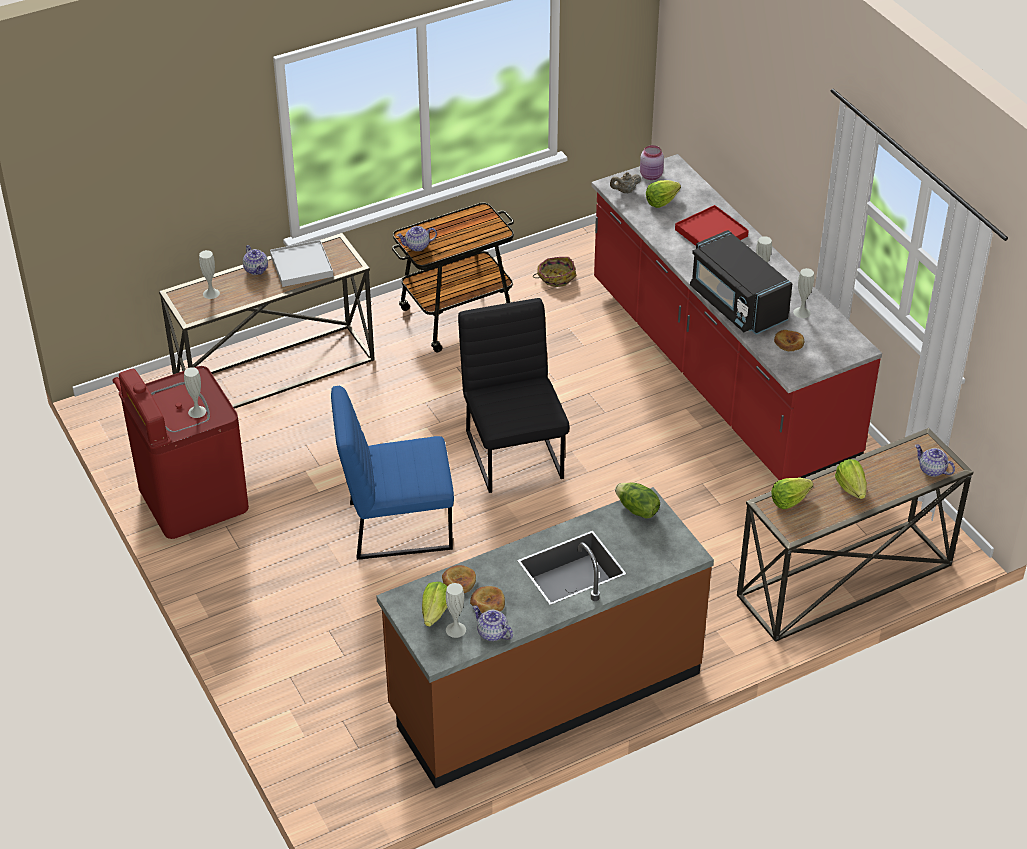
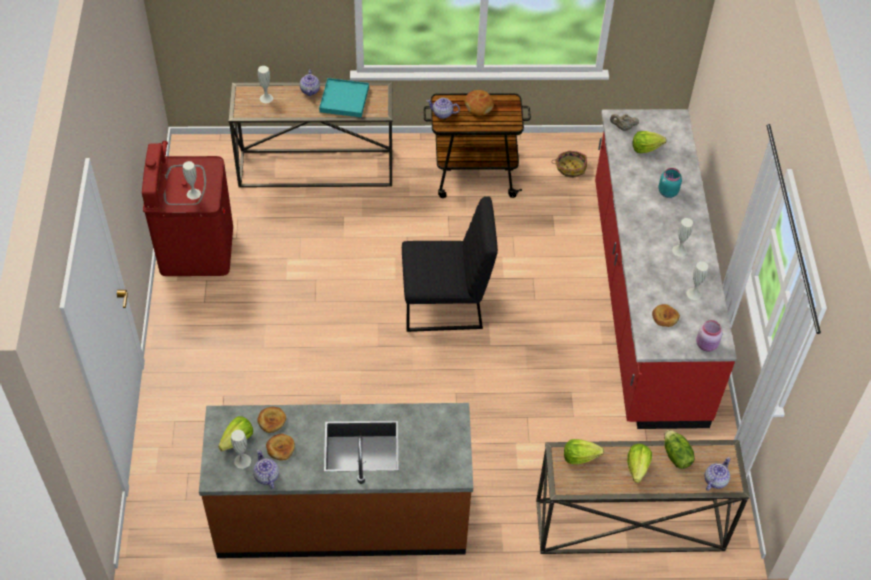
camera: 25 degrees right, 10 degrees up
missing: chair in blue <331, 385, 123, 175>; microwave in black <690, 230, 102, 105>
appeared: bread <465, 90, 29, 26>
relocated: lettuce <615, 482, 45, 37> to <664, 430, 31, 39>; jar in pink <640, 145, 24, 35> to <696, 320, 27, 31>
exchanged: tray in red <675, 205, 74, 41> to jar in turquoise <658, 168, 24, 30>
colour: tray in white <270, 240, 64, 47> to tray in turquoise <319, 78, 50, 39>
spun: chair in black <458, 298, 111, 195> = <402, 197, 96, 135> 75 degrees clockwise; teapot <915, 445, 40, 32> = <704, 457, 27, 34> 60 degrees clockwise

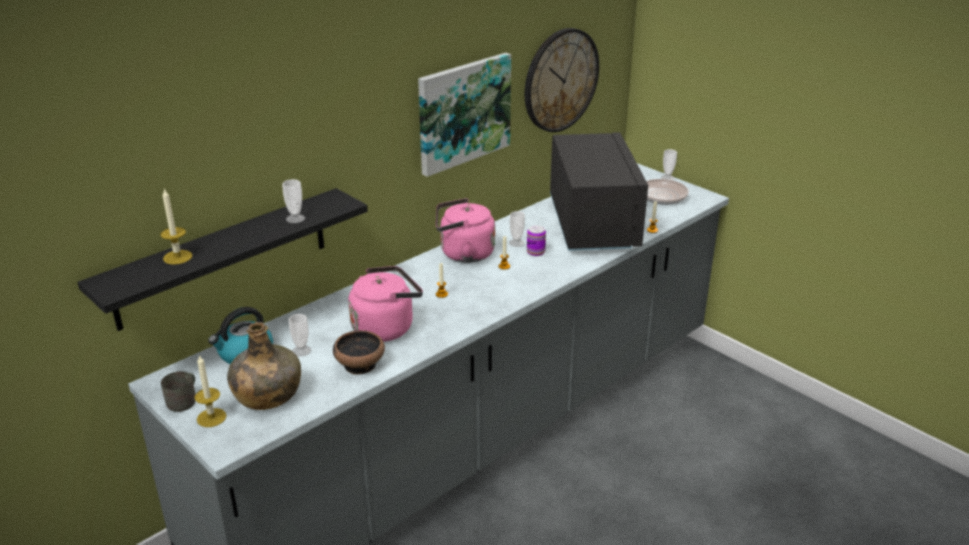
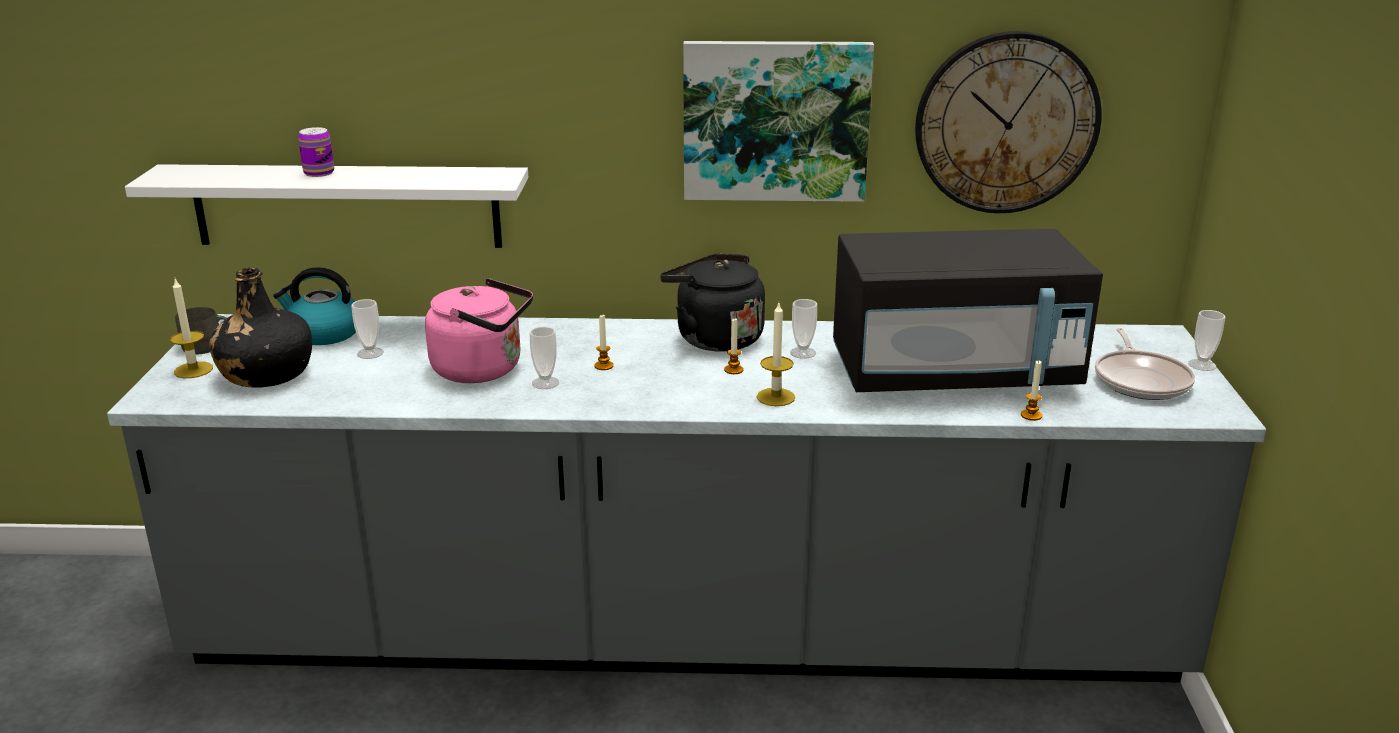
camera: 45 degrees right, 5 degrees down
missing: bowl <333, 330, 52, 45>
relocated: candle <160, 188, 33, 77> to <757, 303, 38, 103>; cup <282, 179, 23, 44> to <530, 326, 29, 63>; can <527, 225, 19, 31> to <298, 127, 36, 50>
colour: shelf in black <77, 188, 291, 143> to shelf in white <125, 164, 403, 84>; bottle in green <227, 322, 74, 88> to bottle in black <209, 268, 103, 120>; kettle in pink <436, 198, 59, 65> to kettle in black <660, 254, 105, 98>
spun: microwave in black <550, 132, 98, 119> = <833, 229, 270, 163> 45 degrees clockwise

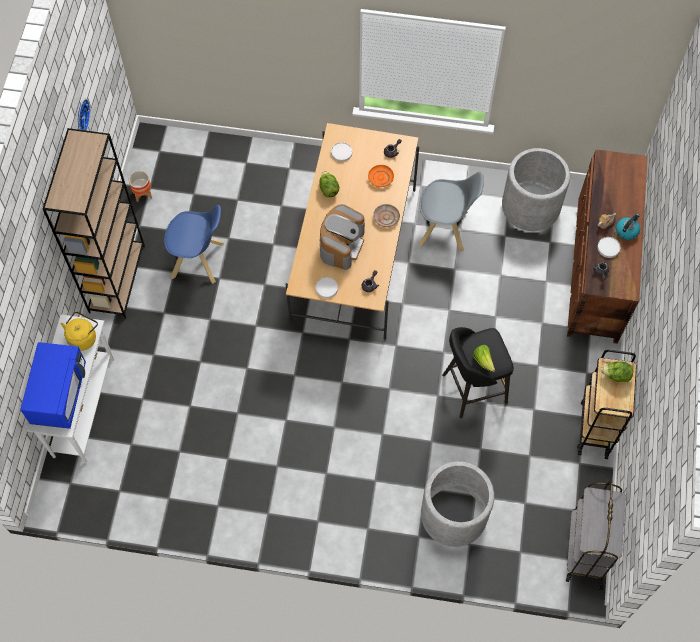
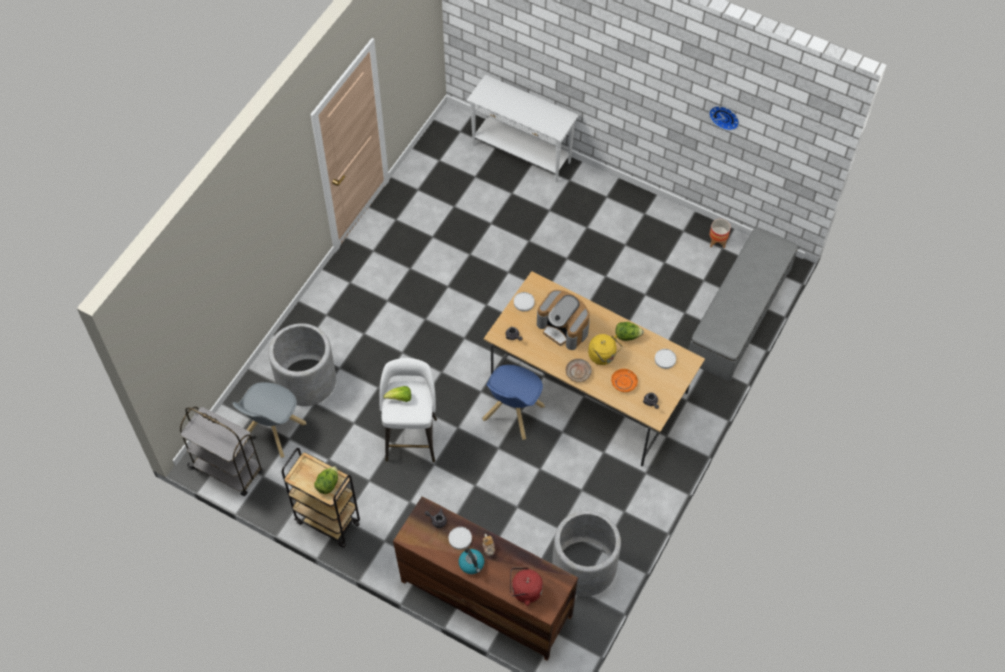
camera: 110 degrees right, 5 degrees down
missing: microwave in blue <20, 342, 66, 87>; bookcase in beige <43, 128, 102, 191>
appeared: kettle in red <510, 568, 33, 38>; bench in grey <689, 227, 109, 155>
relocated: kettle in yellow <61, 312, 37, 39> to <588, 334, 34, 31>; chair in blue <164, 205, 60, 79> to <482, 365, 63, 75>; chair in grey <419, 172, 65, 80> to <232, 382, 75, 76>
colour: stool in black <442, 327, 72, 91> to stool in white <379, 358, 58, 105>

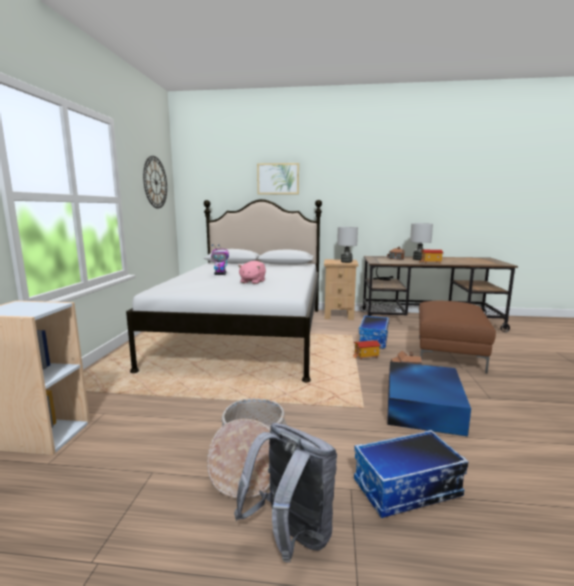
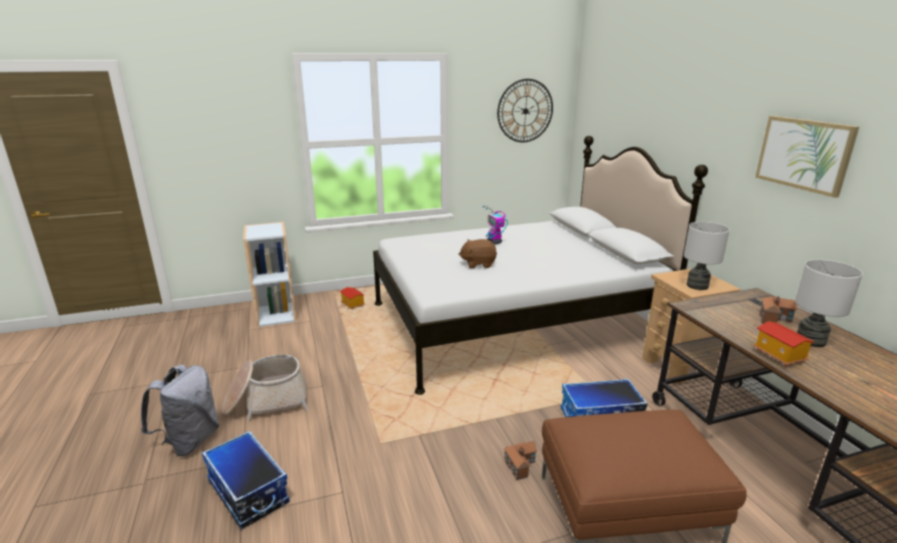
camera: 65 degrees right, 10 degrees up
missing: storage box in blue <387, 361, 84, 76>
relocated: picture <257, 163, 42, 32> to <755, 116, 104, 82>; toy house <353, 340, 28, 20> to <340, 287, 25, 22>
colour: plush toy in pink <238, 261, 28, 23> to plush toy in brown <459, 239, 38, 29>

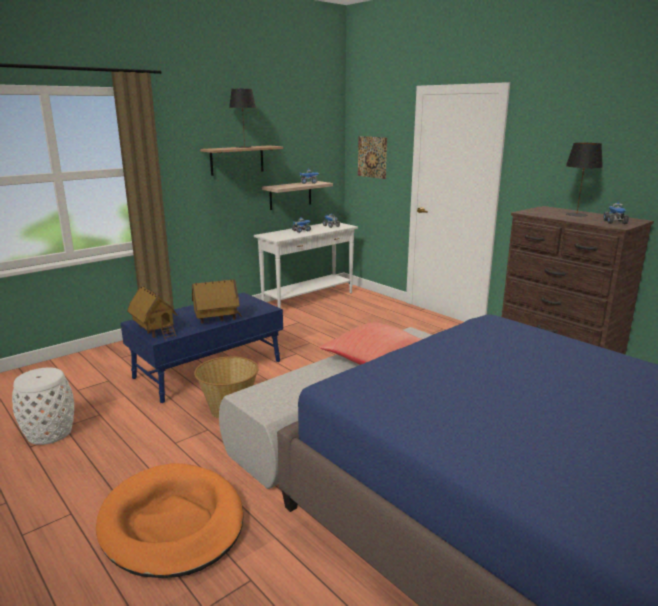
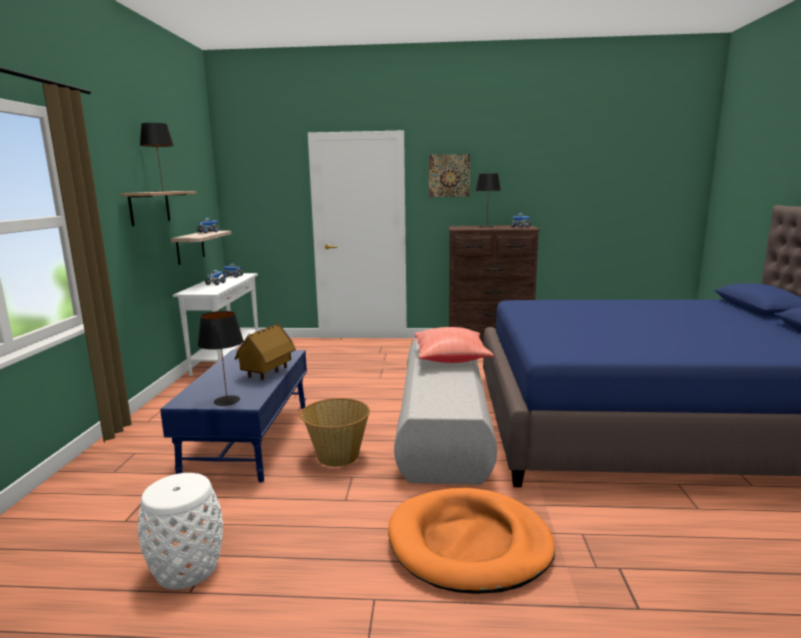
camera: 45 degrees left, 5 degrees down
relocated: picture <358, 136, 29, 43> to <429, 154, 41, 43>
exchanged: toy house <127, 286, 51, 53> to table lamp in black <198, 311, 46, 95>

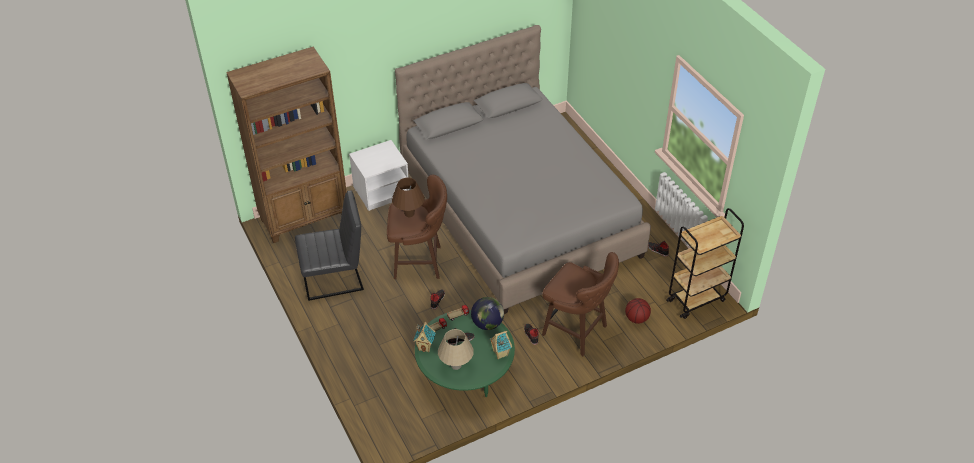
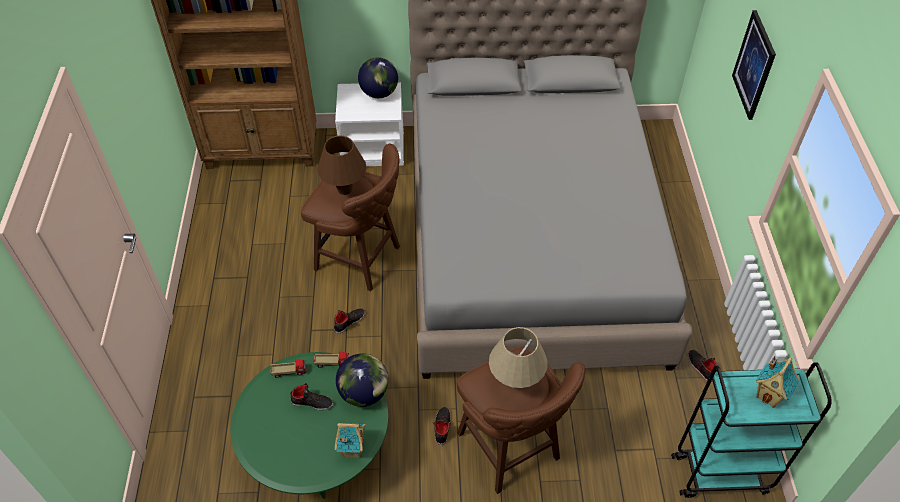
camera: 25 degrees right, 5 degrees up
missing: chair in grey <295, 191, 69, 110>; basketball <625, 298, 26, 26>
appeared: globe <358, 57, 40, 41>; picture <732, 10, 44, 110>
relocated: toy house <413, 322, 23, 30> to <756, 356, 43, 52>; table lamp in beige <438, 329, 36, 41> to <489, 327, 58, 62>
colour: cart in brown <666, 208, 78, 111> to cart in turquoise <671, 362, 161, 136>

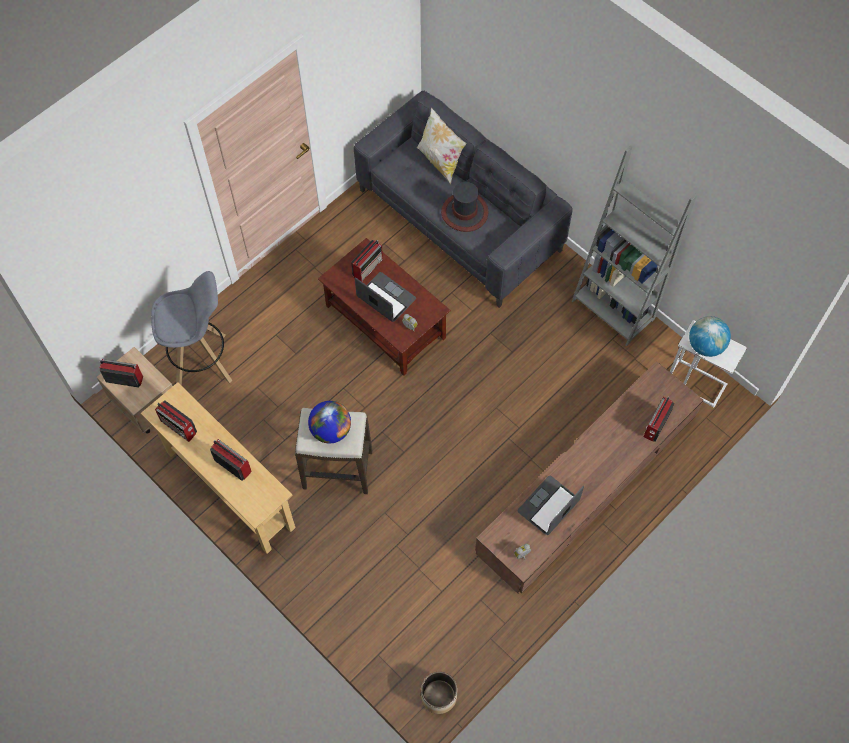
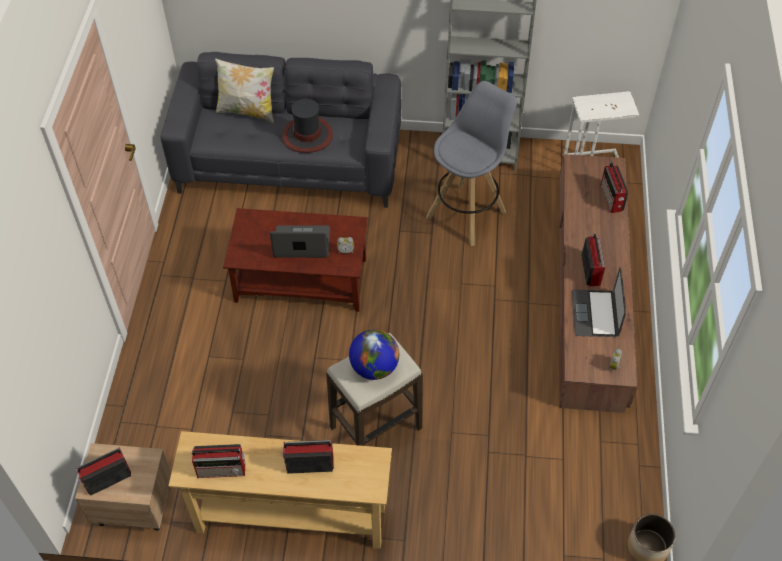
camera: 40 degrees left, 10 degrees down
missing: globe <689, 316, 42, 41>
relocated: stool in grey <151, 271, 81, 115> to <426, 81, 92, 165>; radio <351, 240, 32, 42> to <581, 233, 24, 53>

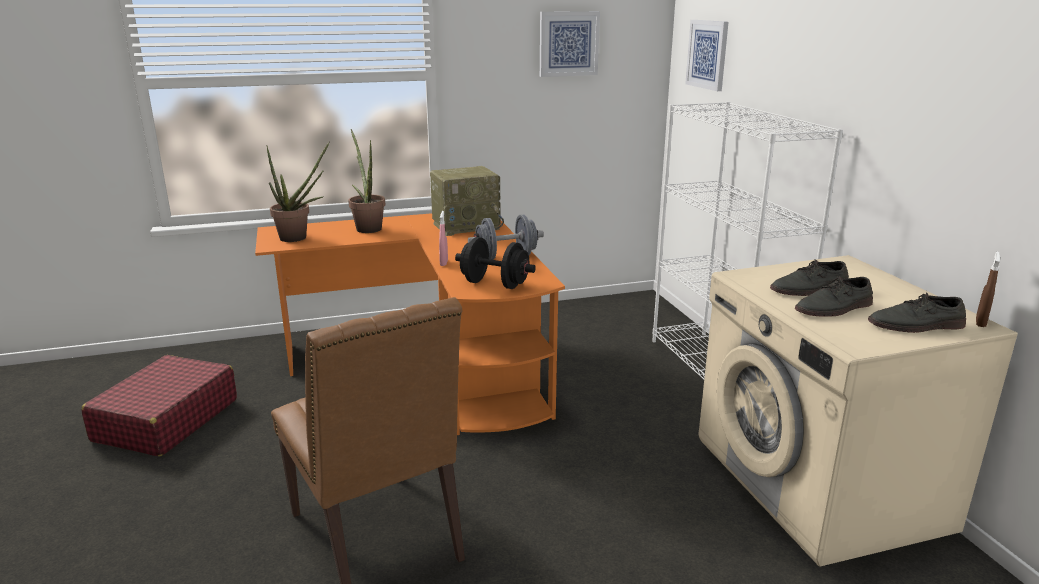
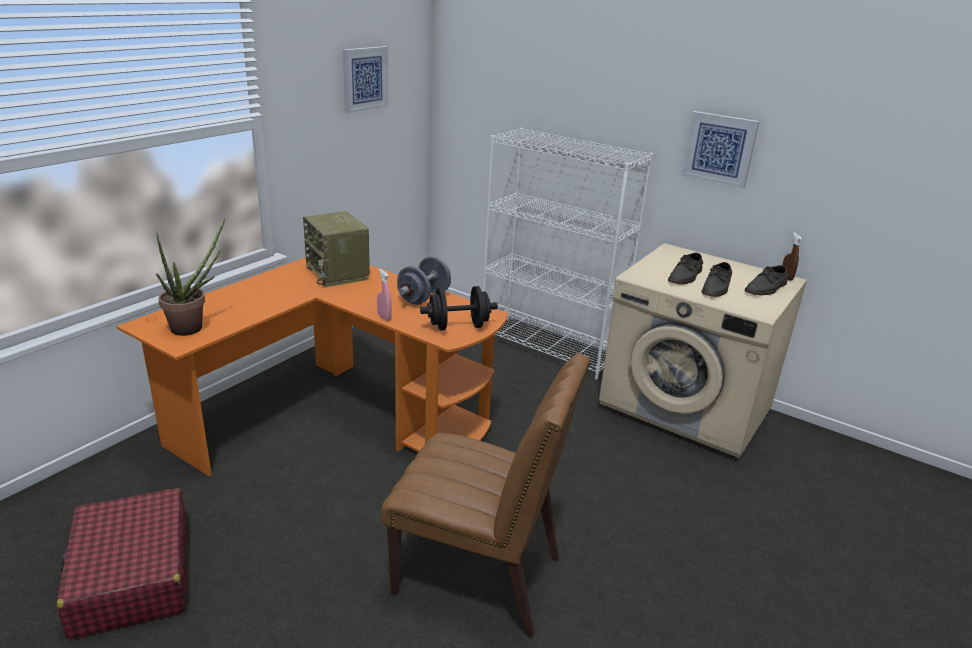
camera: 40 degrees left, 5 degrees up
missing: potted plant <348, 129, 38, 104>
relocated: picture <685, 20, 44, 71> to <681, 111, 79, 77>
spun: radio <430, 166, 74, 70> = <303, 211, 67, 76> 120 degrees clockwise

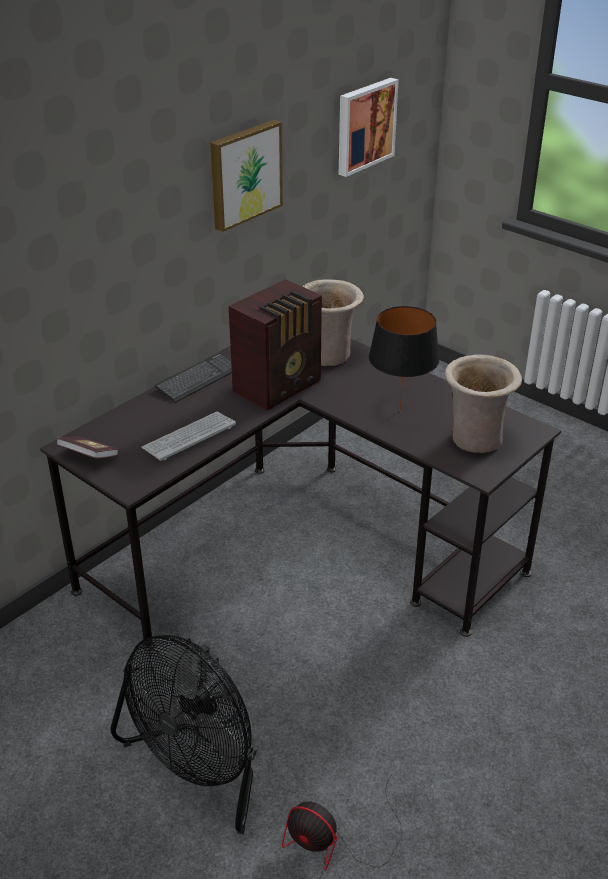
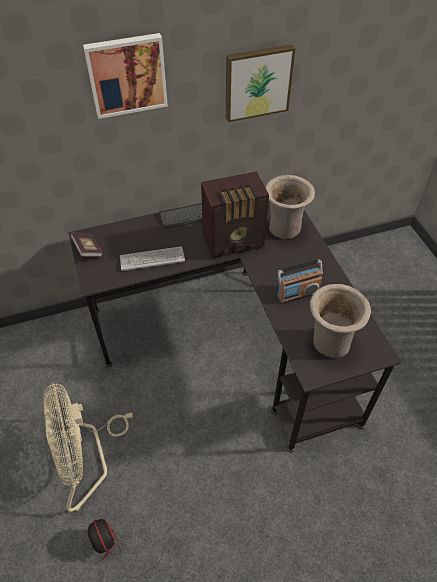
camera: 30 degrees right, 15 degrees up
relocated: picture <339, 78, 60, 99> to <83, 33, 85, 86>
exchanged: table lamp in black <369, 306, 70, 105> to radio <277, 259, 46, 45>
colour: fan in black <110, 635, 147, 199> to fan in beige <43, 383, 92, 129>

